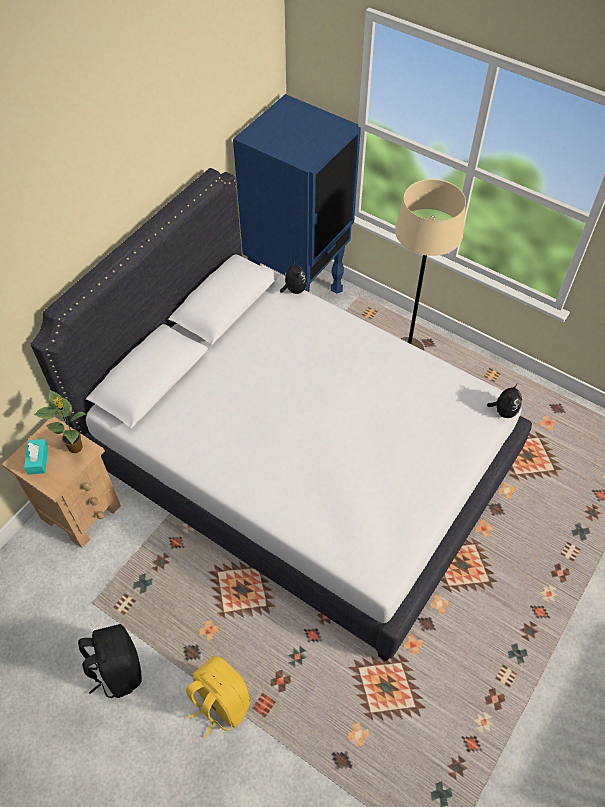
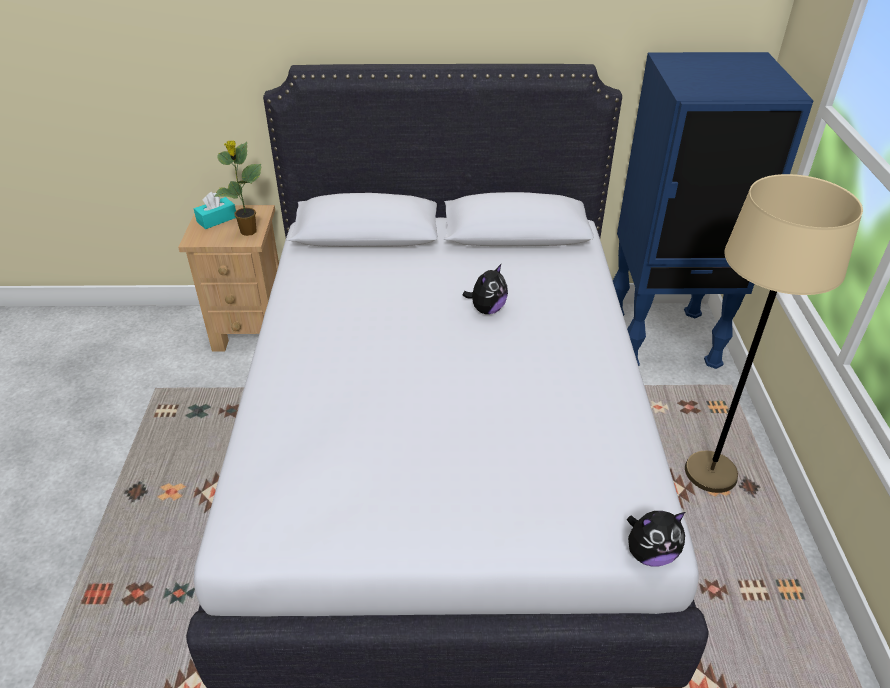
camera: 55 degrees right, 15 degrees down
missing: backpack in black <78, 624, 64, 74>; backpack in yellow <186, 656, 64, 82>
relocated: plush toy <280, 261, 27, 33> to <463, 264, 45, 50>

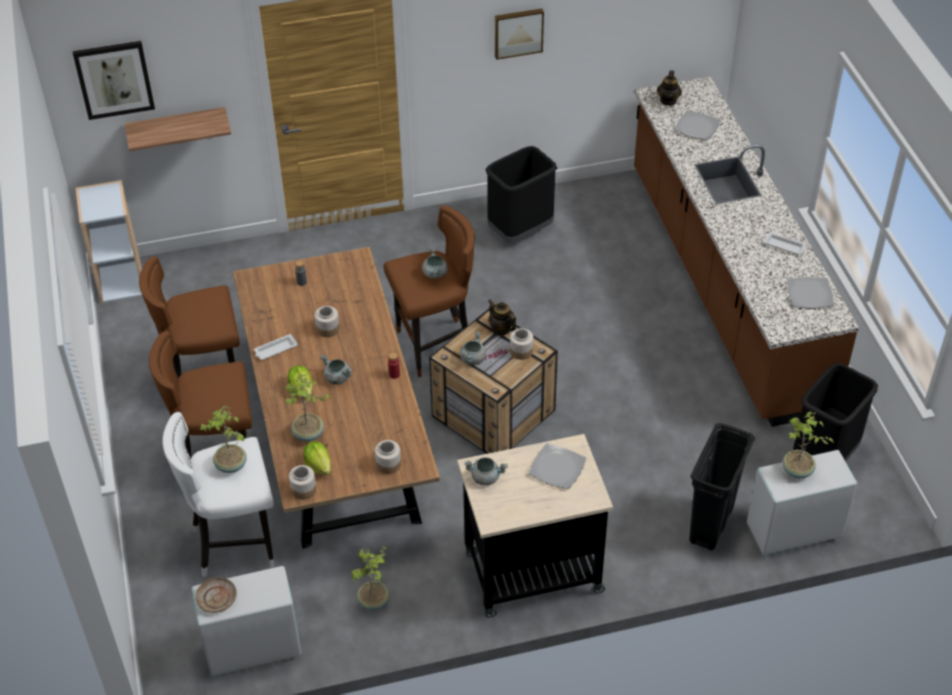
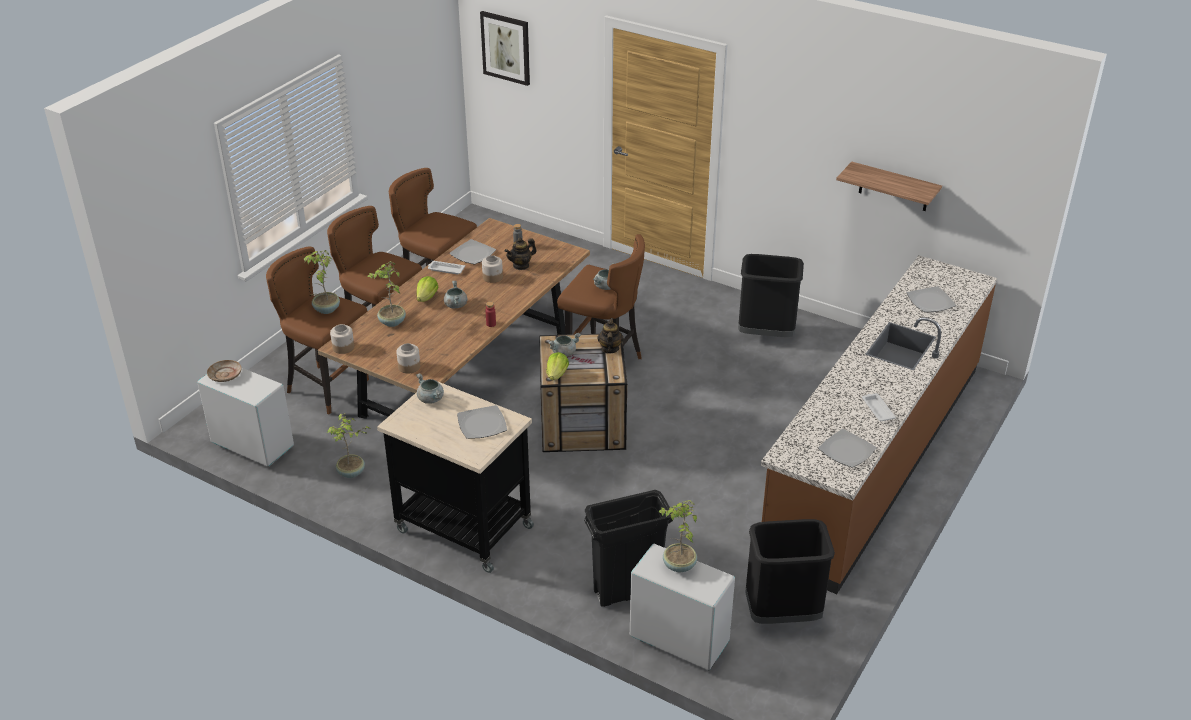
camera: 45 degrees right, 10 degrees down
missing: bookcase <75, 180, 67, 123>; picture <495, 8, 49, 52>; jar <510, 328, 23, 32>
appeared: plate <449, 239, 47, 25>
relocated: shelf <125, 107, 106, 44> to <836, 162, 106, 49>; lettuce <304, 442, 27, 33> to <546, 352, 23, 28>; teapot <657, 70, 25, 36> to <505, 238, 32, 32>
colour: stool in white <163, 412, 111, 165> to stool in brown <266, 246, 103, 168>

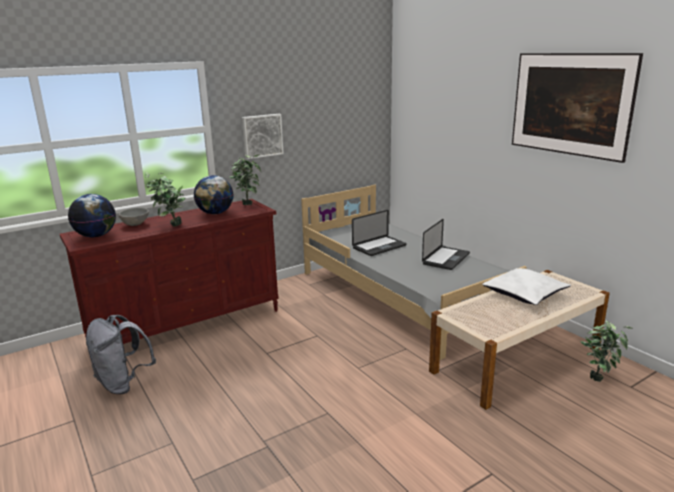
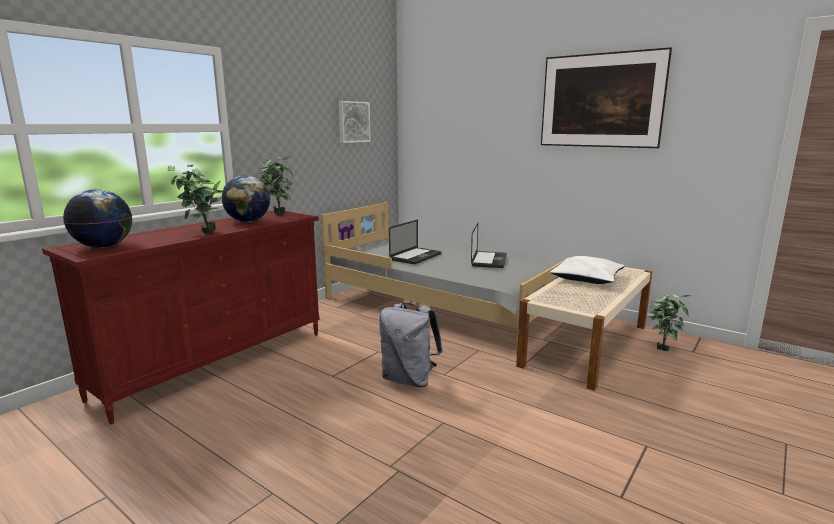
camera: 20 degrees left, 5 degrees down
missing: bowl in grey <119, 208, 30, 18>
relocated: backpack in grey <86, 315, 70, 79> to <379, 303, 64, 84>; picture <242, 114, 42, 45> to <338, 101, 33, 42>

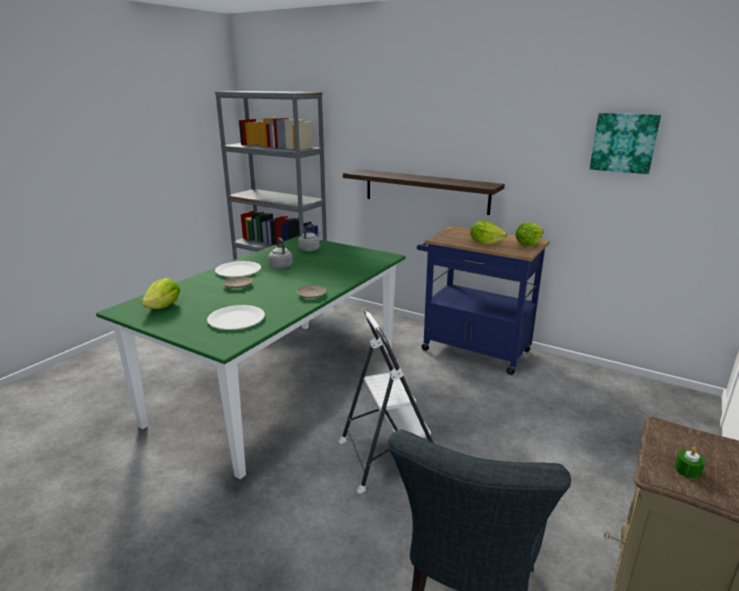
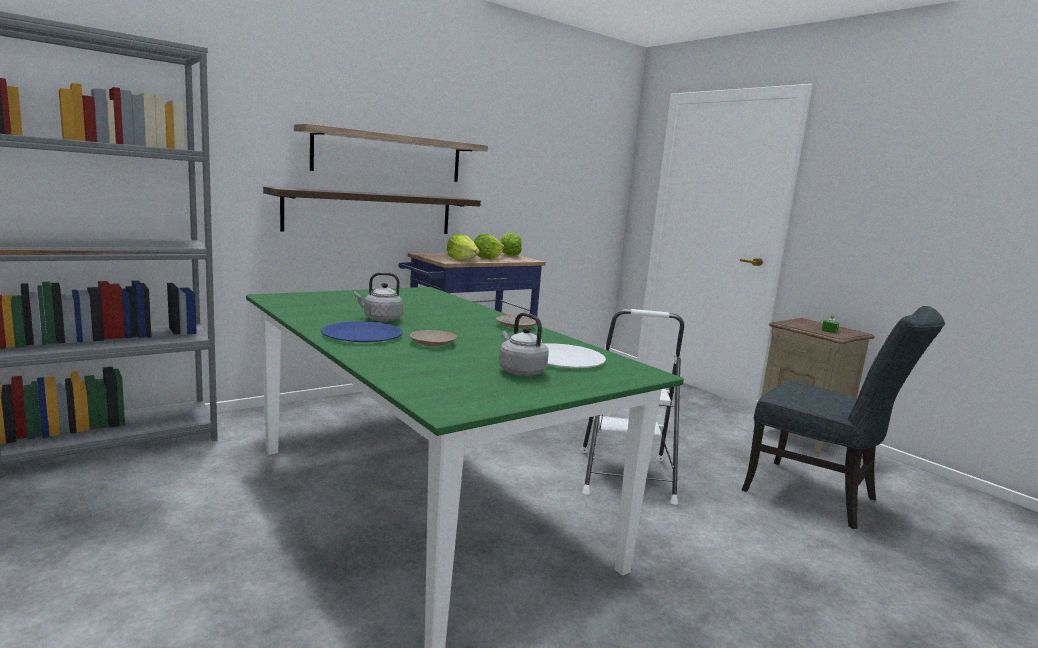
camera: 70 degrees left, 10 degrees down
missing: picture <590, 113, 71, 61>
appeared: shelf <294, 123, 194, 59>
relocated: lettuce <141, 278, 39, 31> to <447, 234, 33, 27>; kettle in grey <298, 224, 22, 28> to <499, 312, 50, 64>
colour: plate in white <215, 261, 46, 16> to plate in blue <321, 321, 82, 21>

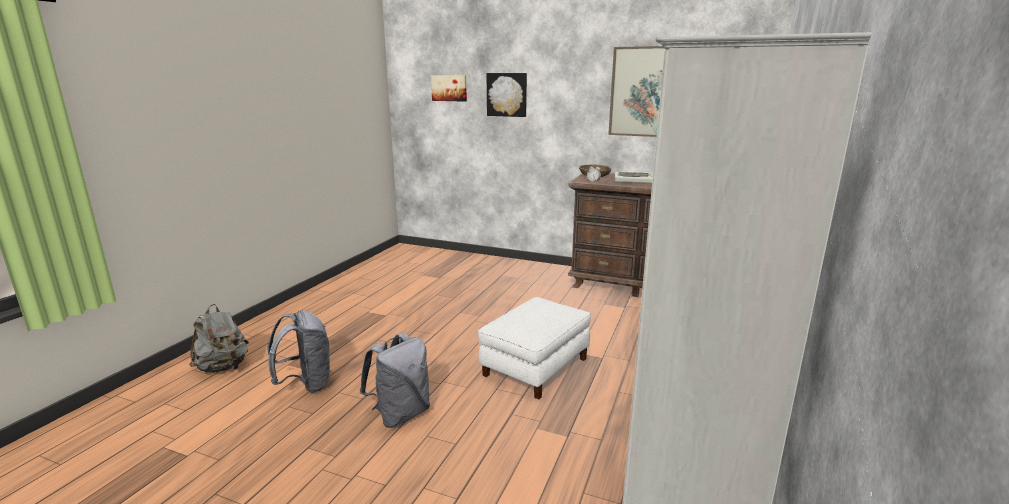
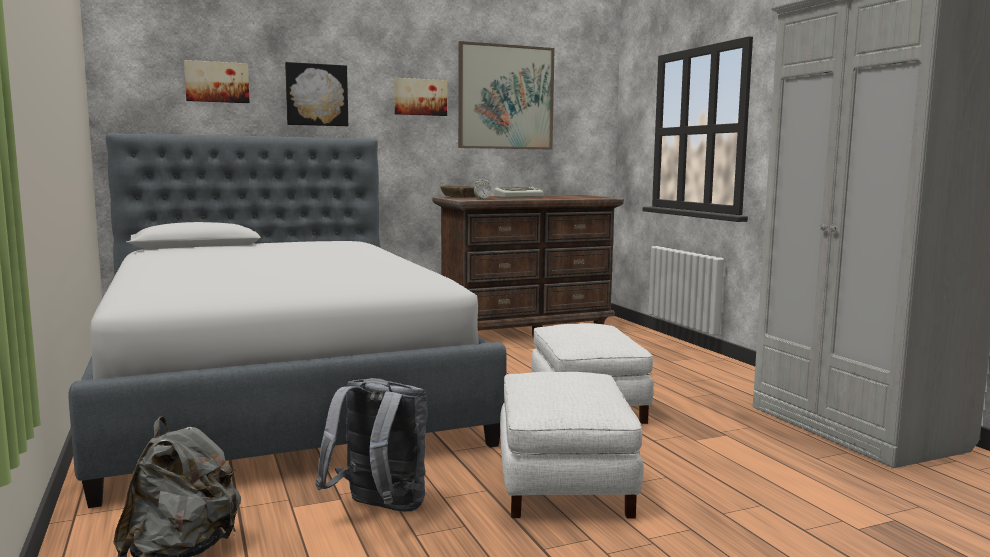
camera: 45 degrees left, 10 degrees down
appeared: bed <68, 133, 439, 375>; picture <394, 78, 53, 38>
exchanged: backpack in grey <360, 334, 70, 94> to ottoman in white <500, 372, 143, 146>

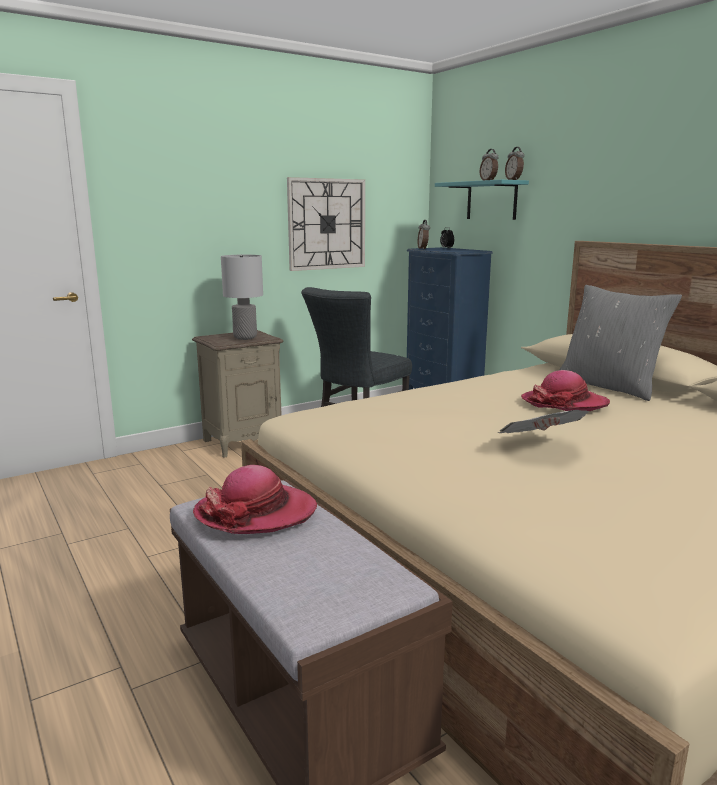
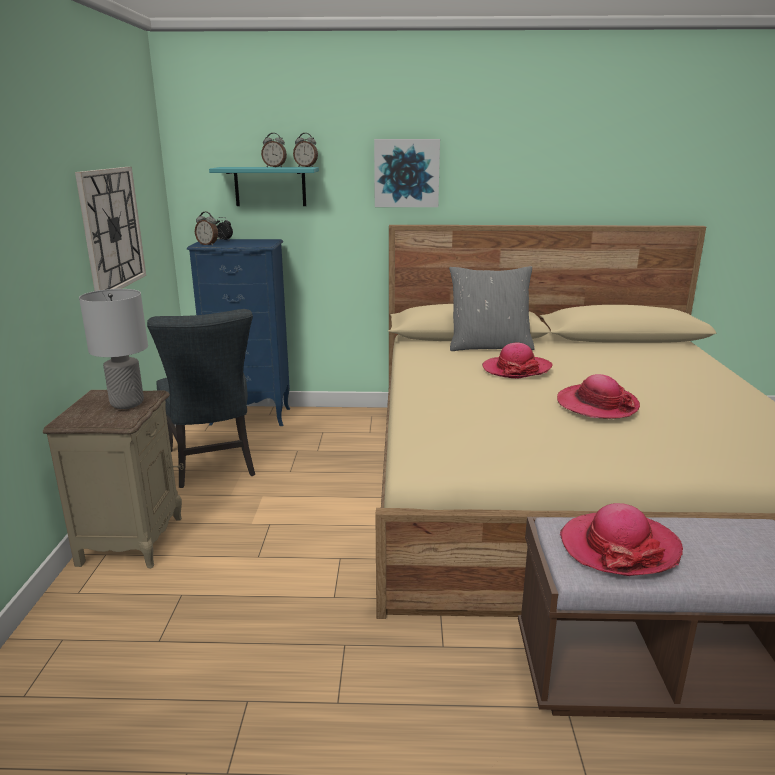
camera: 55 degrees left, 5 degrees up
appeared: picture <374, 139, 66, 68>
exchanged: newspaper <498, 410, 91, 23> to hat <557, 374, 83, 45>

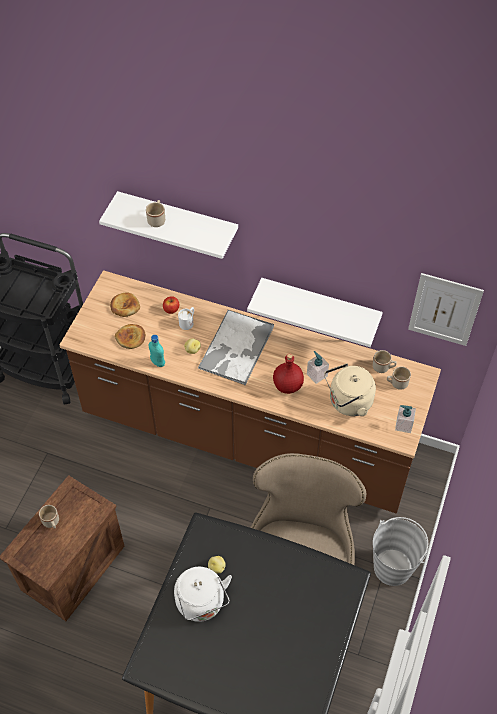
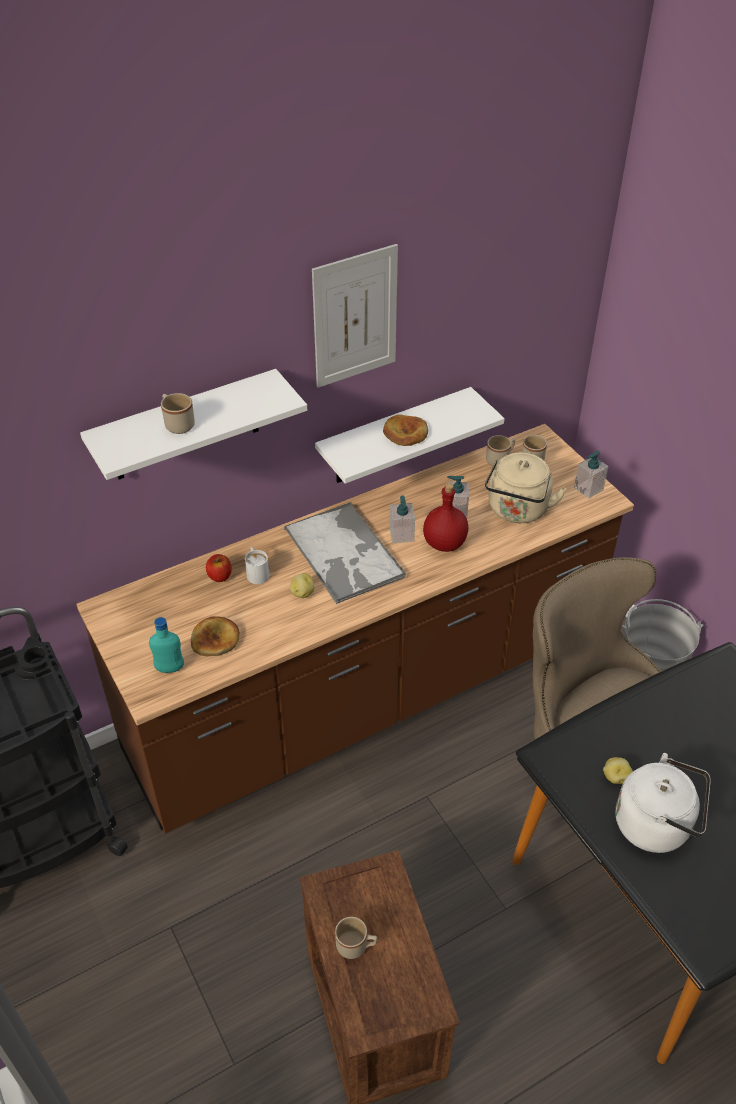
camera: 50 degrees left, 10 degrees down
appeared: soap dispenser <390, 496, 25, 47>
relocated: bread <110, 292, 30, 25> to <383, 414, 45, 32>; bottle in turquoise <149, 335, 16, 32> to <149, 617, 35, 56>; picture <408, 273, 76, 73> to <312, 244, 86, 144>

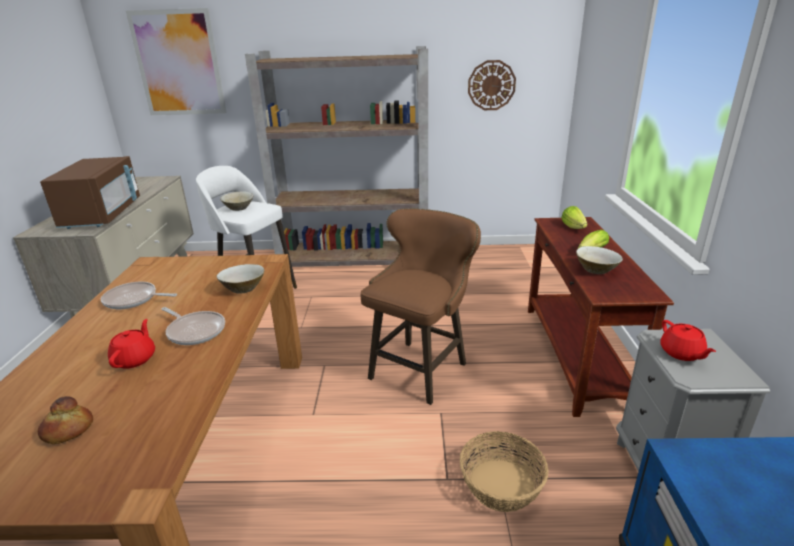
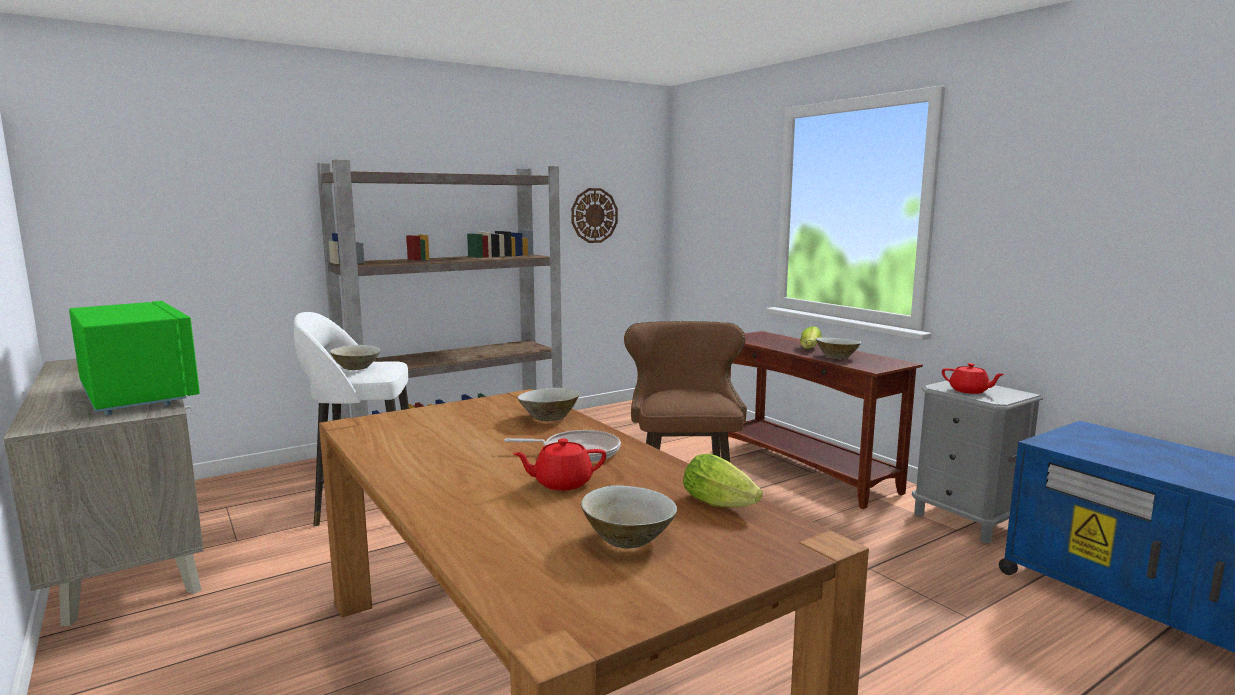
camera: 35 degrees left, 15 degrees down
missing: frying pan <101, 282, 76, 27>; picture <126, 8, 101, 107>; basket <460, 431, 89, 81>
relocated: lettuce <561, 206, 26, 23> to <683, 454, 80, 54>
exchanged: bread <38, 396, 55, 48> to bowl in beige <581, 485, 96, 63>
colour: microwave in brown <40, 156, 100, 73> to microwave in green <69, 301, 131, 114>
spun: teapot in red <108, 319, 47, 50> = <512, 438, 94, 53> 75 degrees counterclockwise

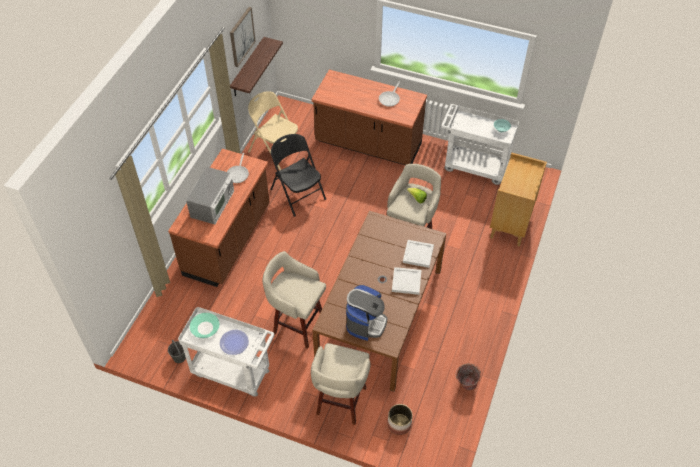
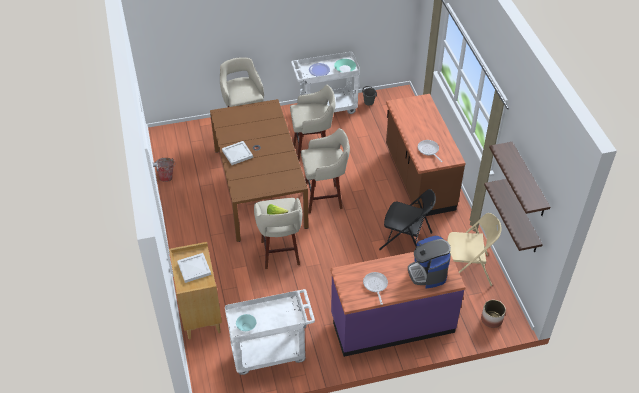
camera: 145 degrees right, 5 degrees down
missing: microwave <186, 167, 48, 57>
appeared: stool in beige <301, 128, 49, 85>
relocated: coffee machine <346, 285, 41, 56> to <408, 236, 43, 53>; planter <388, 404, 25, 31> to <481, 300, 25, 28>; tray in white <403, 240, 31, 28> to <177, 253, 34, 30>
exchanged: picture <230, 7, 26, 60> to shelf <489, 142, 61, 74>
colour: counter in brown <311, 70, 116, 95> to counter in purple <330, 252, 136, 105>

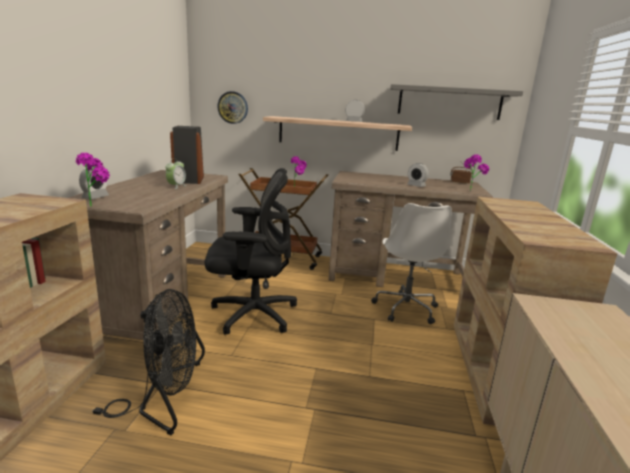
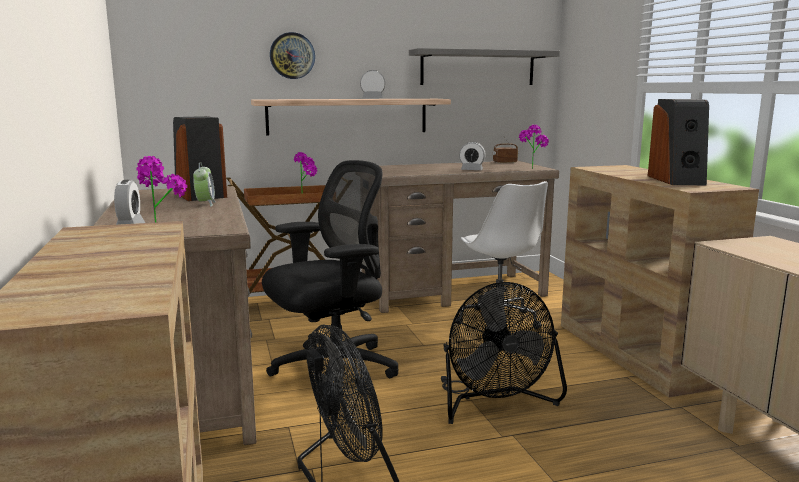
camera: 25 degrees left, 5 degrees down
appeared: fan in black <441, 282, 126, 142>; speaker <648, 99, 61, 86>
relocated: wall clock <217, 91, 31, 33> to <270, 32, 45, 47>

